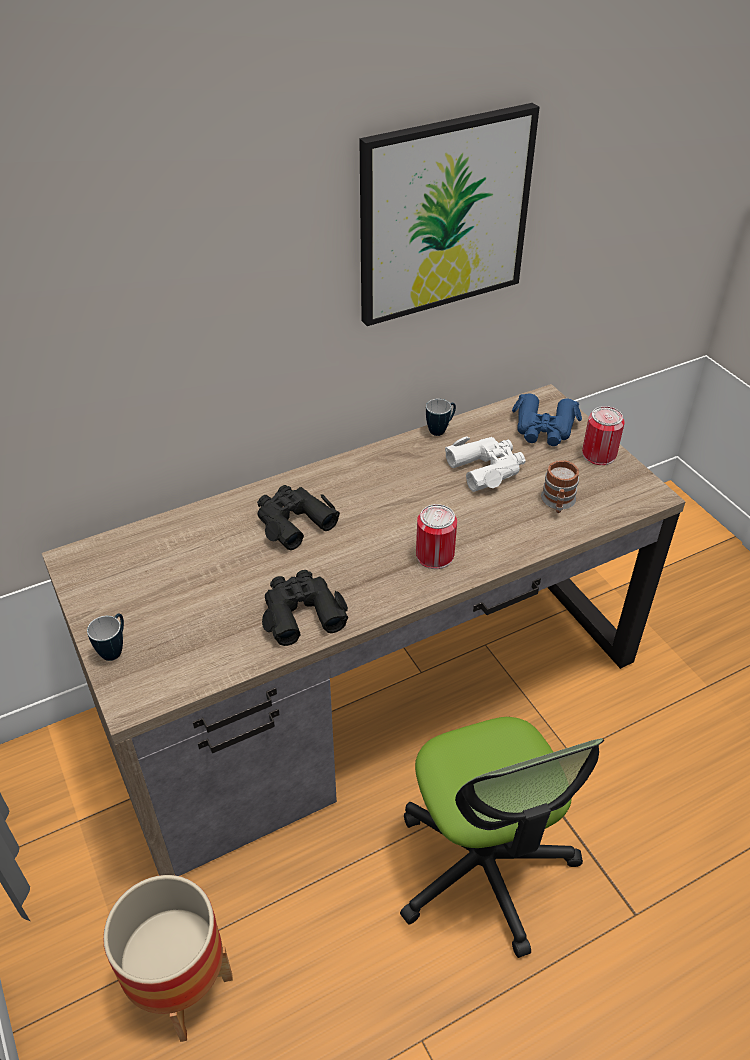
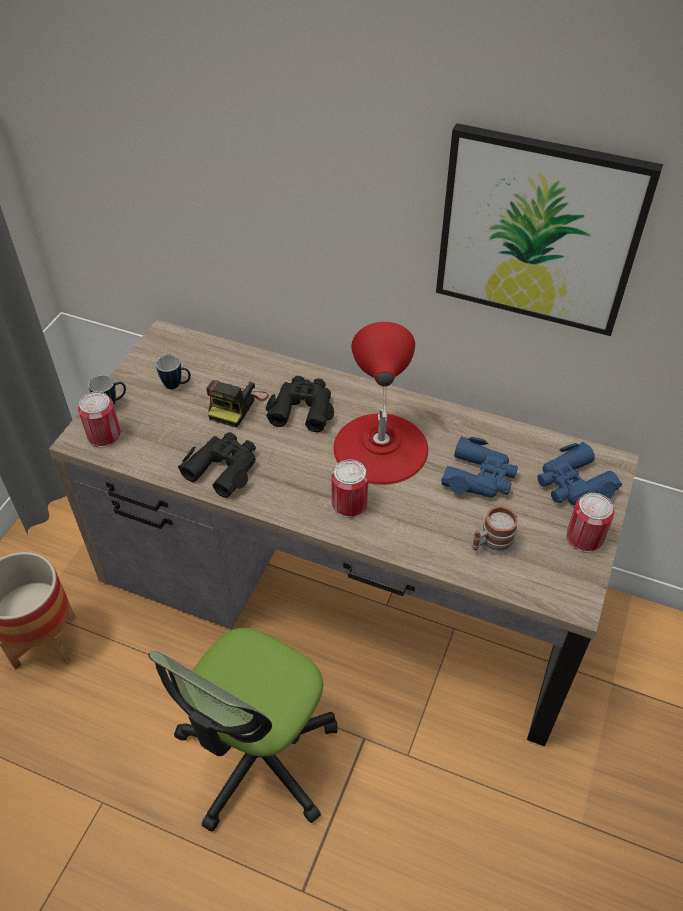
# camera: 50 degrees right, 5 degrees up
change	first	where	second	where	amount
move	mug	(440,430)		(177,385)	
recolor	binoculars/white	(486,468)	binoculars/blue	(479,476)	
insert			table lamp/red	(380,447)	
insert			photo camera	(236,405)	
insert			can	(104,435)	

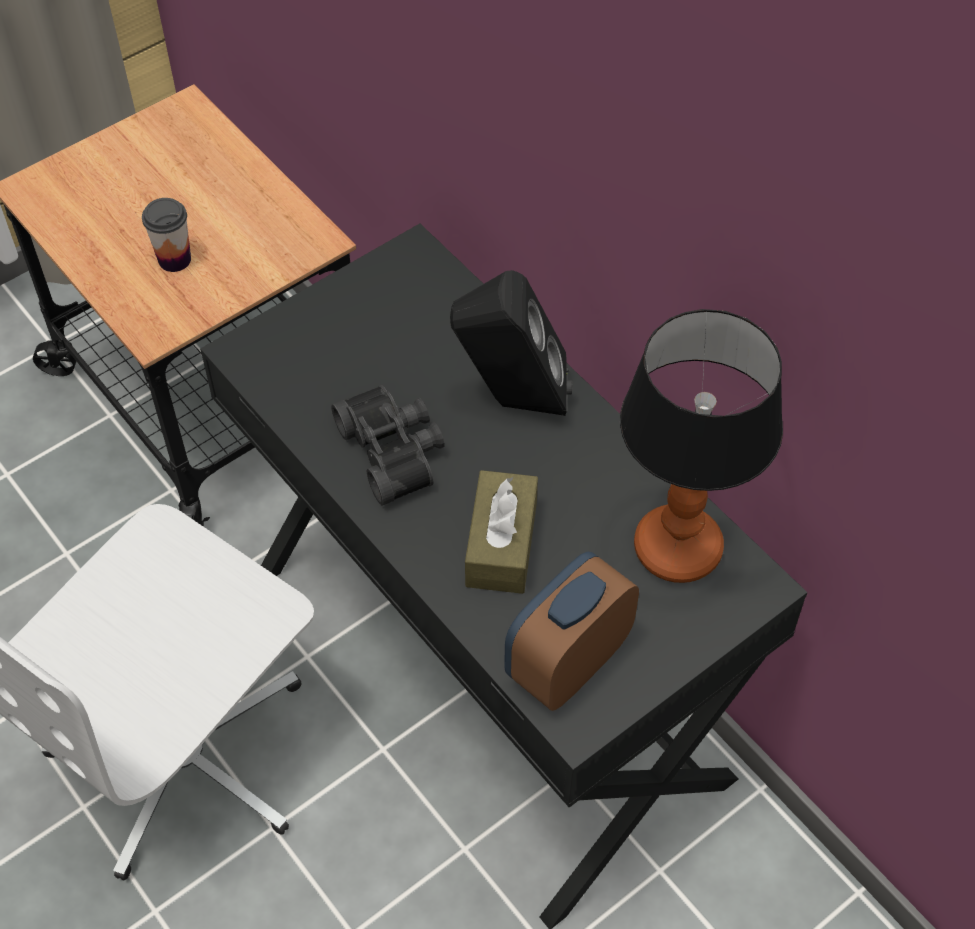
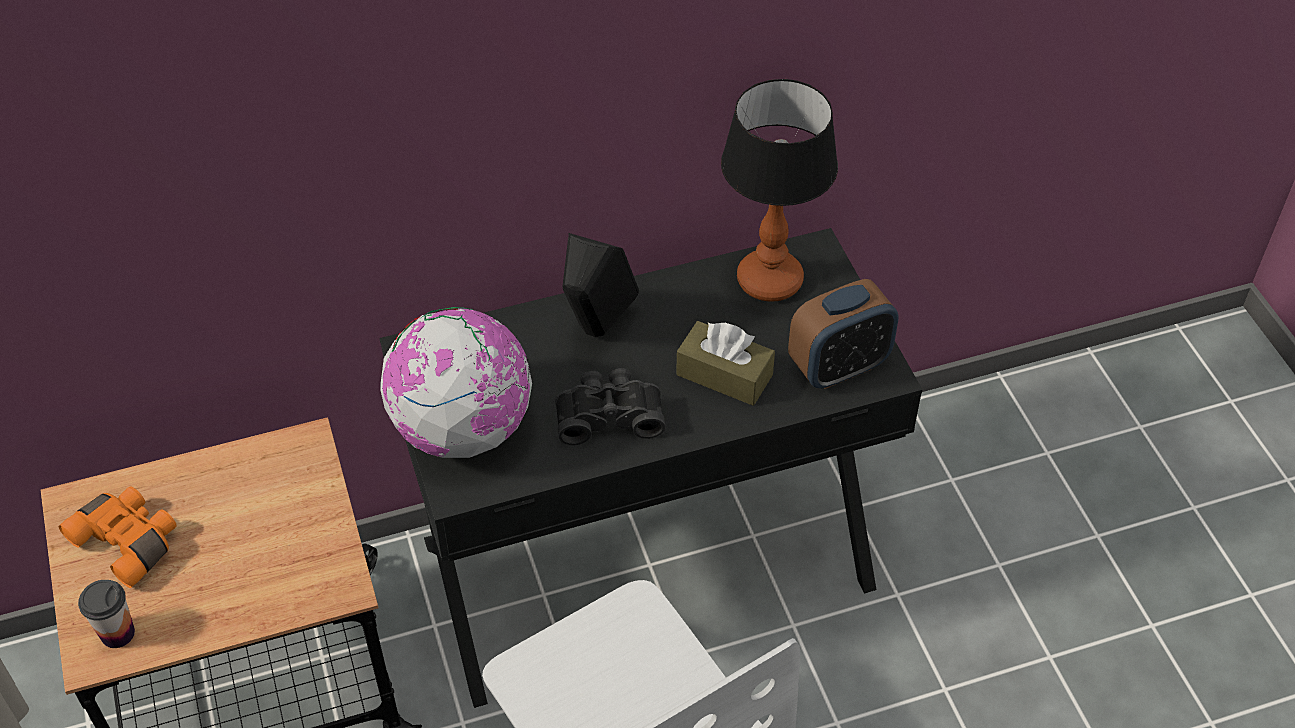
# camera: 70 degrees left, 5 degrees down
change	first	where	second	where	amount
move	cup	(174,259)		(117,633)	
rotate	alarm clock	(567,662)		(838,367)	90 degrees counterclockwise
insert			globe	(463,429)	
insert			binoculars/orange	(129,541)	

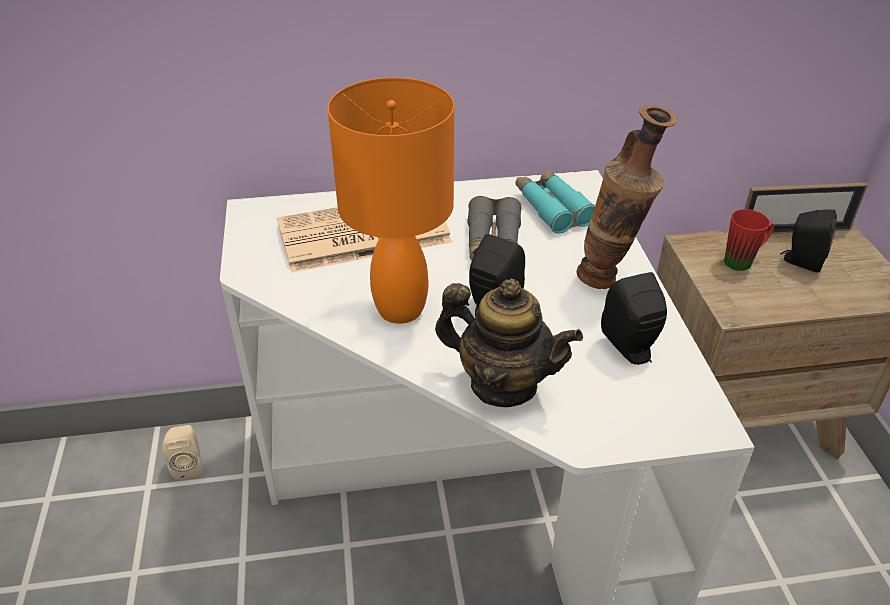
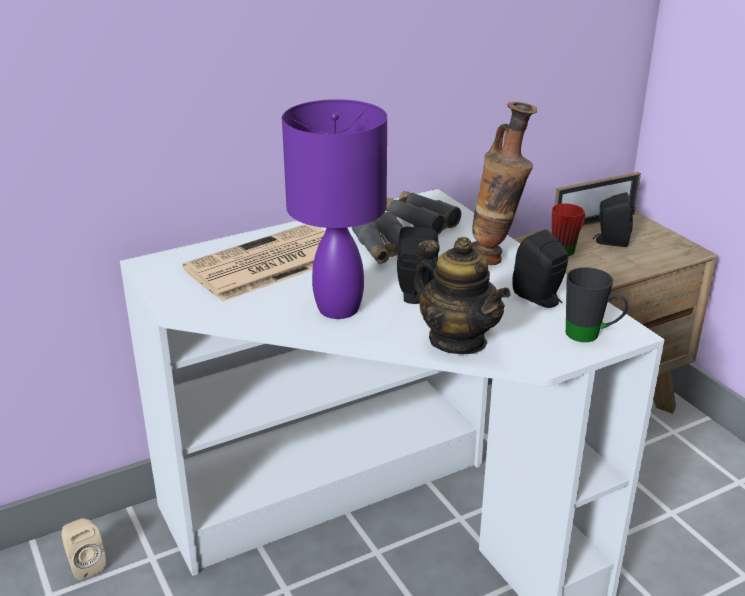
# camera: 20 degrees left, 10 degrees down
change	first	where	second	where	amount
recolor	table lamp/orange	(400,310)	table lamp/purple	(338,309)	
recolor	binoculars/turquoise	(552,208)	binoculars/grey	(418,220)	
rotate	teapot	(503,384)		(457,340)	45 degrees clockwise
insert			mug/black	(591,336)	

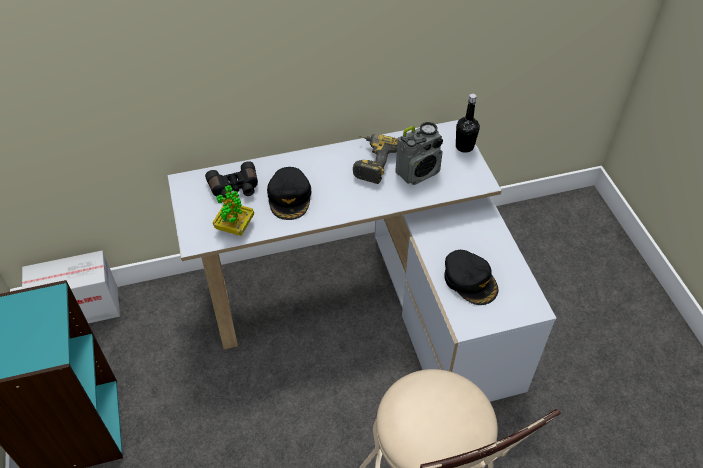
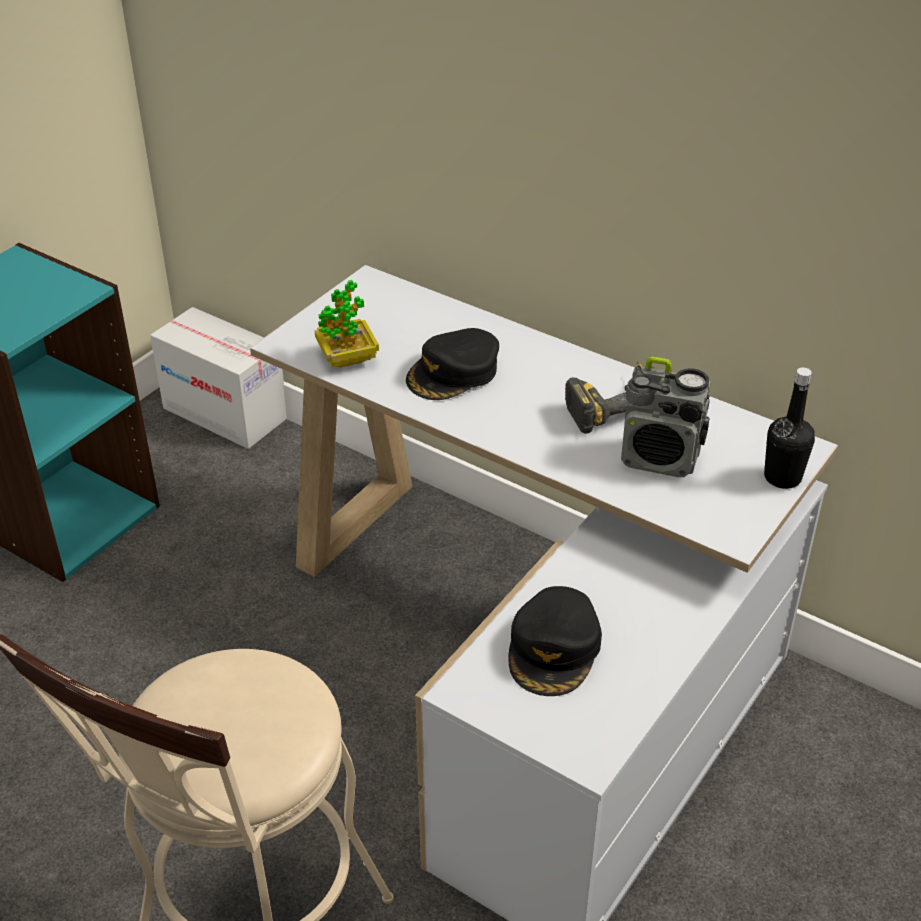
# camera: 50 degrees right, 10 degrees down
change	first	where	second	where	amount
delete	binoculars/black	(234,189)			

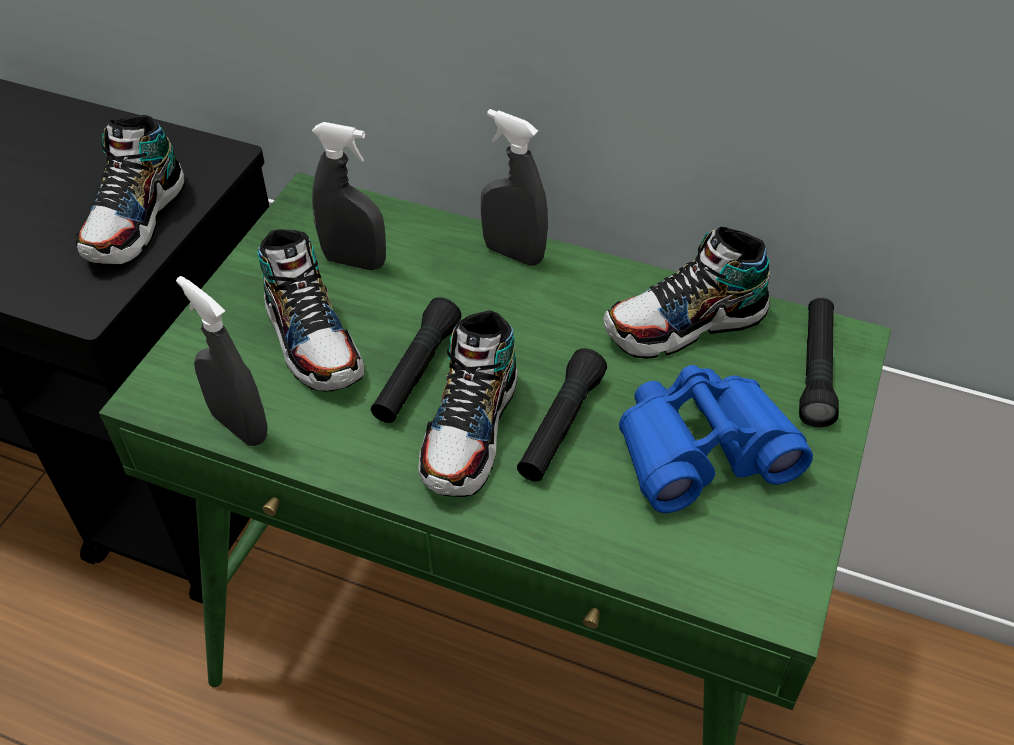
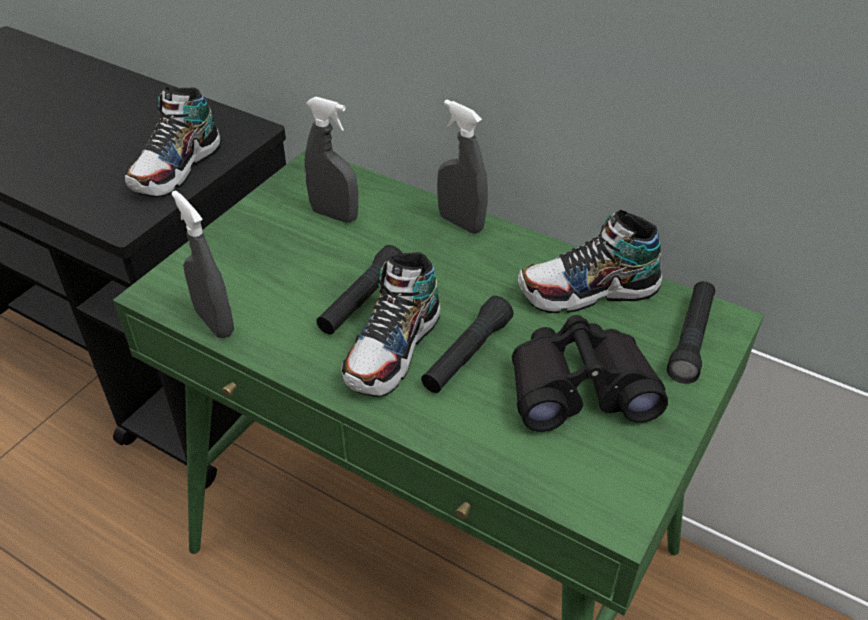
# camera: 10 degrees right, 5 degrees down
change	first	where	second	where	amount
delete	shoe	(313,340)			
recolor	binoculars/blue	(702,450)	binoculars/black	(579,388)	

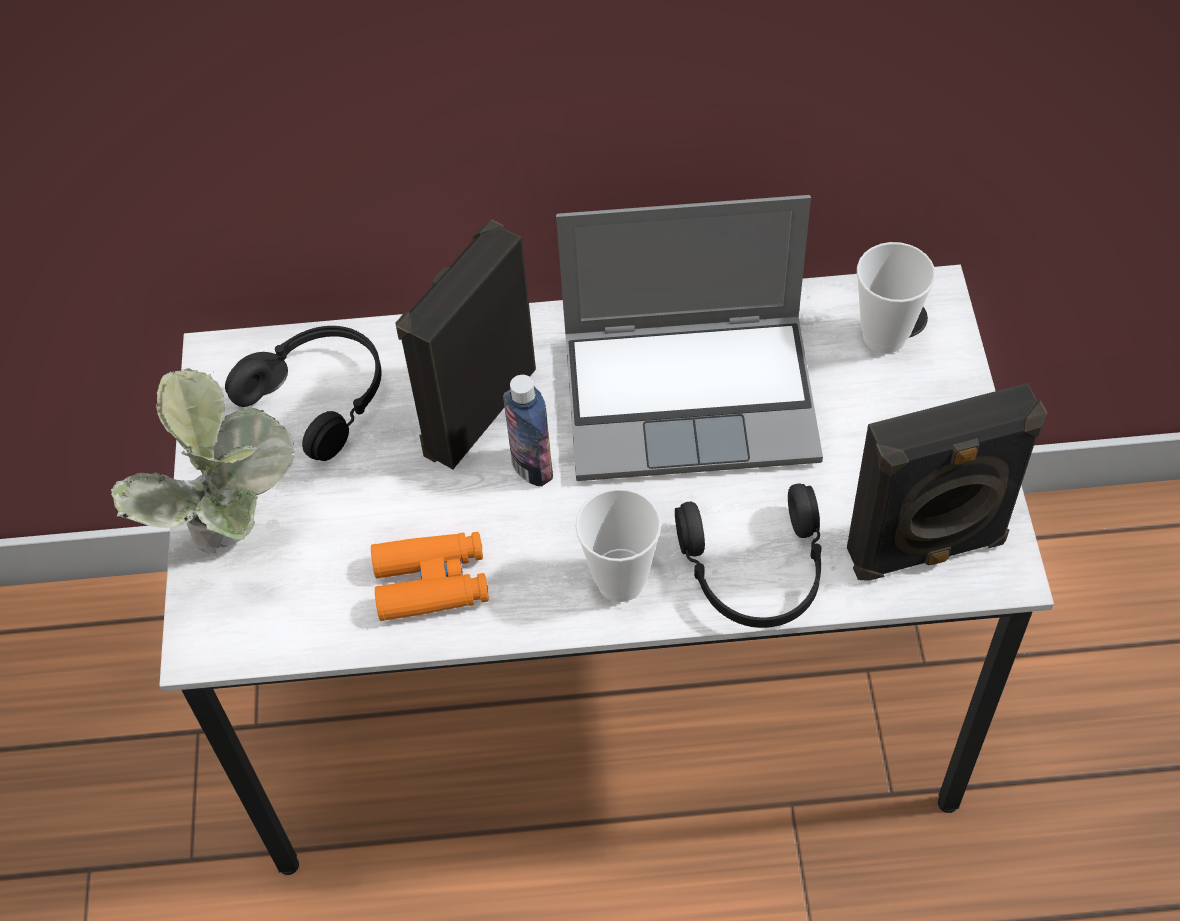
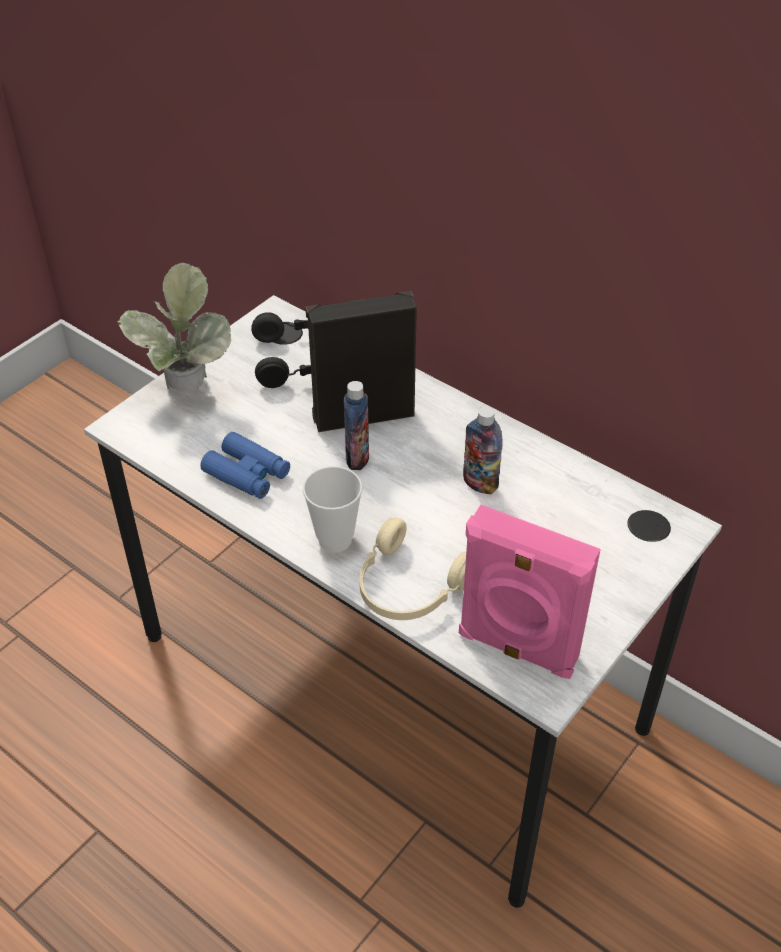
# camera: 40 degrees right, 10 degrees down
change	first	where	second	where	amount
replace	laptop	(693,396)	bottle	(480,483)	
delete	cup	(884,336)			
recolor	speaker/black	(928,550)	speaker/pink	(516,649)	
recolor	headphones/black	(755,572)	headphones/beige	(408,587)	
recolor	binoculars/orange	(432,582)	binoculars/blue	(247,473)	

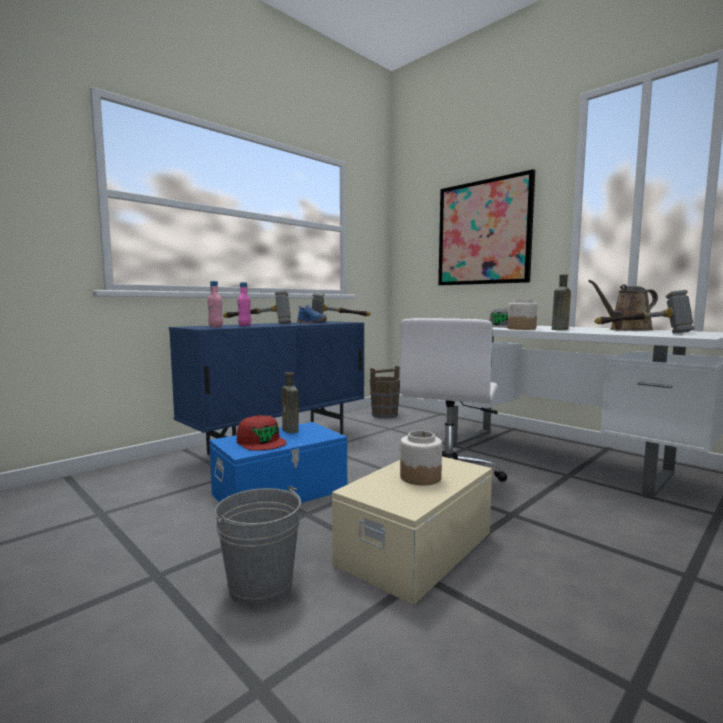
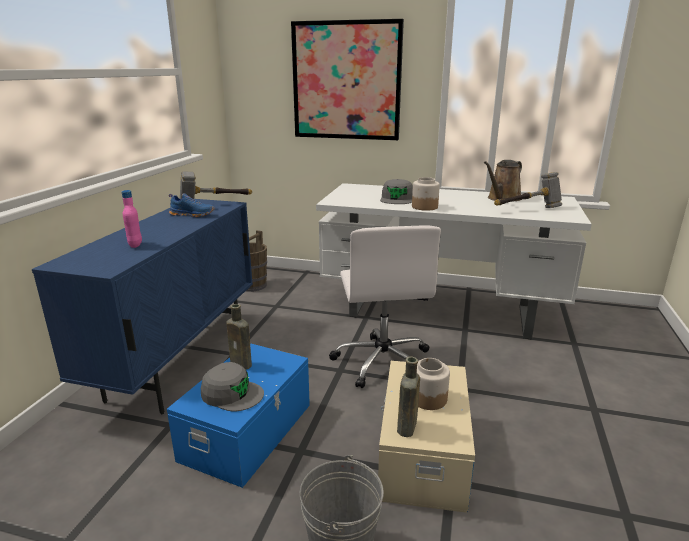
# camera: 30 degrees left, 15 degrees up
change	first	where	second	where	amount
move	bottle/brown	(559,329)		(406,429)	
delete	bottle/pink	(215,327)			
delete	hammer	(260,324)			
recolor	cap/red	(261,442)	cap/grey	(232,393)	

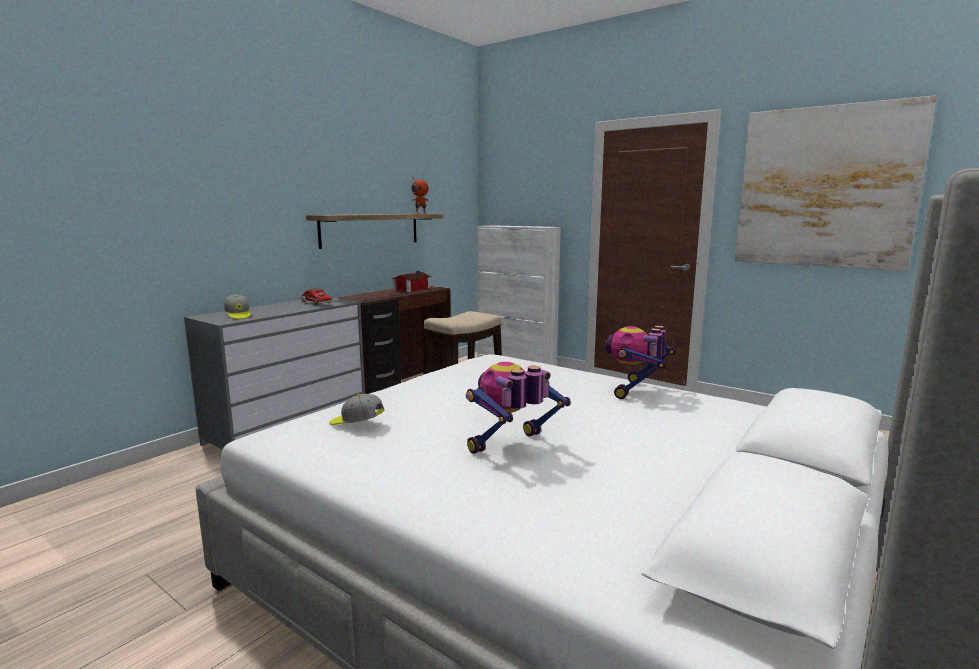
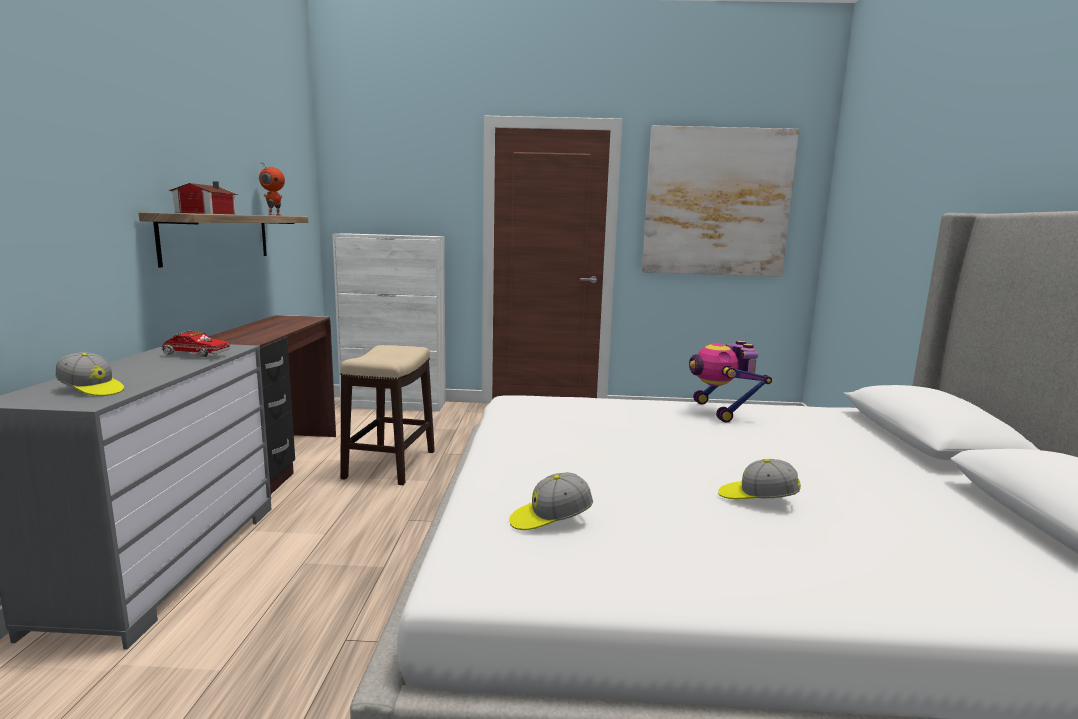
# camera: 35 degrees left, 0 degrees up
change	first	where	second	where	amount
move	toy house	(410,289)		(204,213)	
replace	toy robot	(511,447)	cap	(757,498)	

